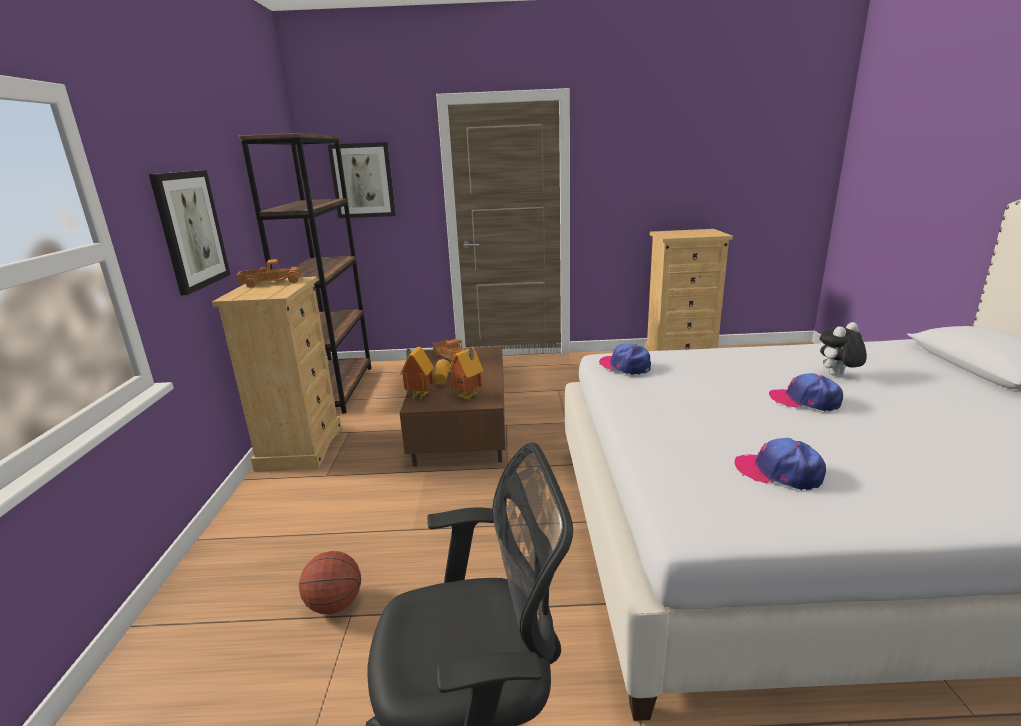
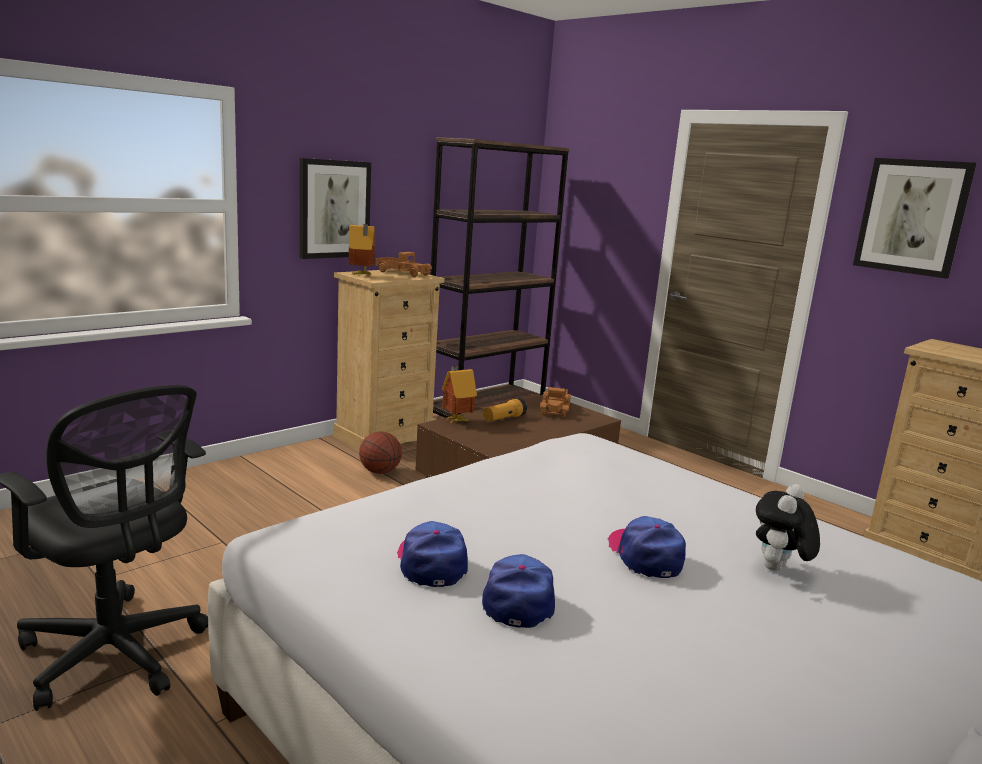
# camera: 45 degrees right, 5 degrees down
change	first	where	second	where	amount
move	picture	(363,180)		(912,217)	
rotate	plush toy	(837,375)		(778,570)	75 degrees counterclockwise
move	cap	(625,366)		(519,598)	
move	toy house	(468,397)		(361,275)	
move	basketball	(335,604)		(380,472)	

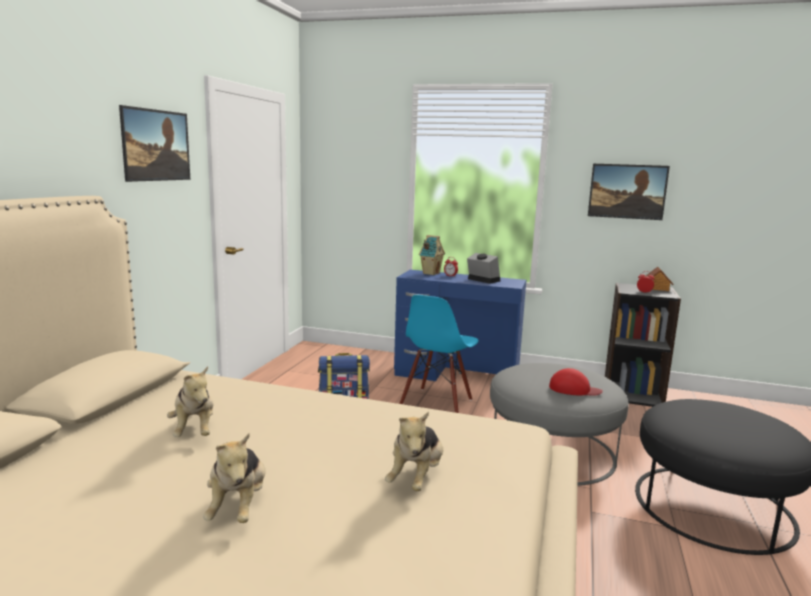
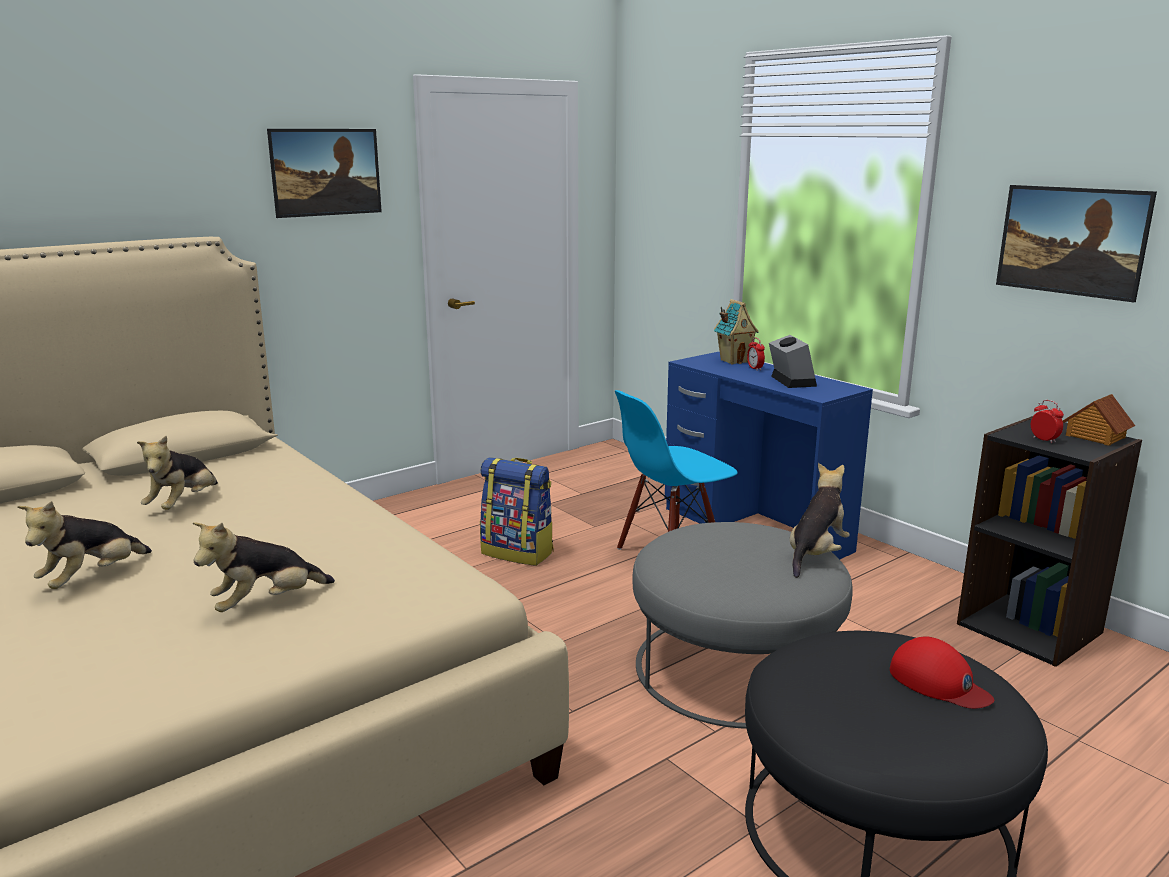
# camera: 35 degrees right, 5 degrees up
change	first	where	second	where	amount
move	cap/red	(574,389)		(938,682)	
insert			plush toy	(816,554)	

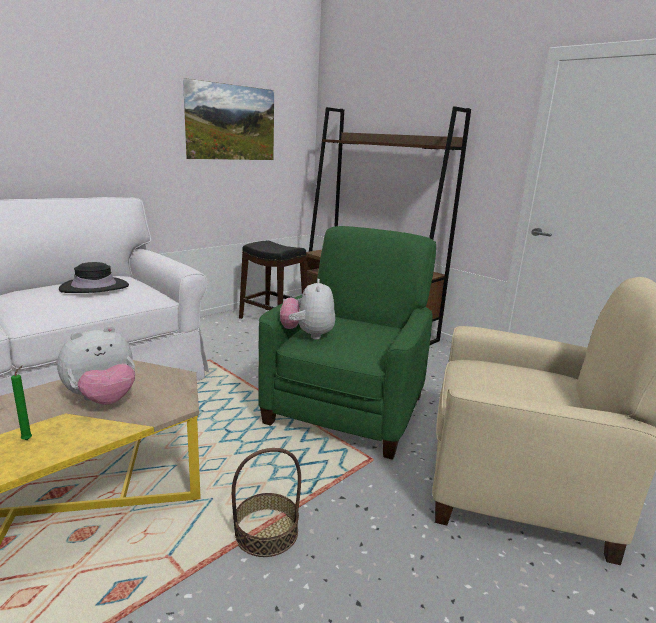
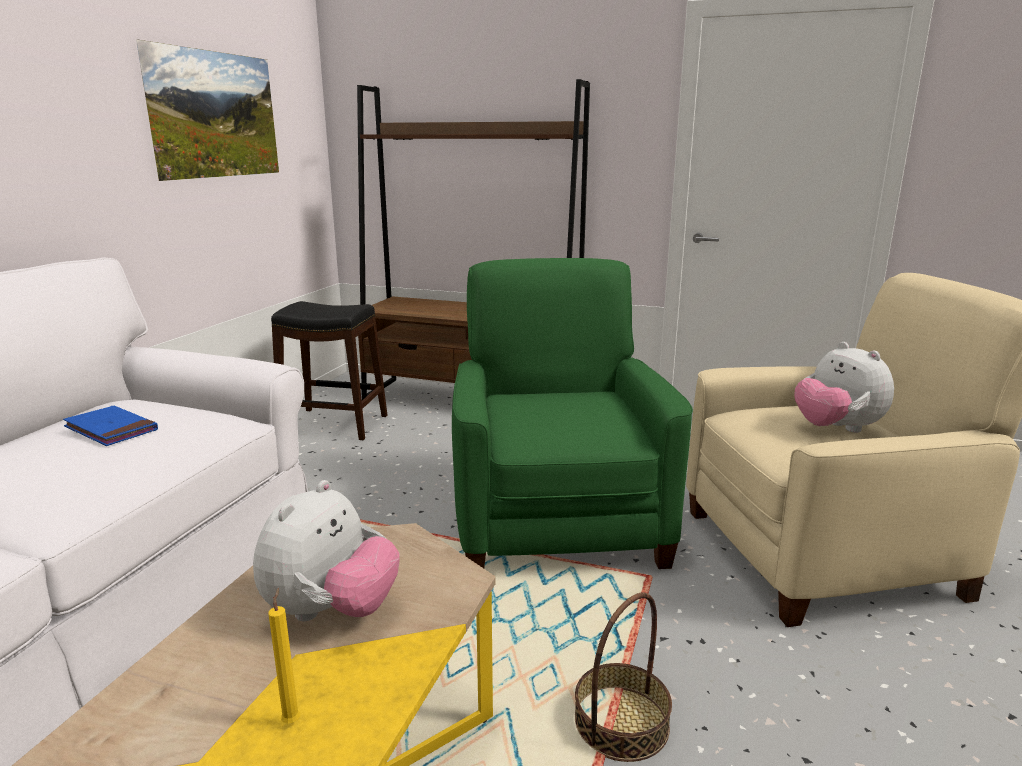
# camera: 25 degrees left, 0 degrees up
change	first	where	second	where	amount
replace	hat/black	(94,287)	book/blue	(111,429)	
move	plush toy	(308,335)		(836,429)	
recolor	candle/green	(28,439)	candle/yellow	(292,720)	

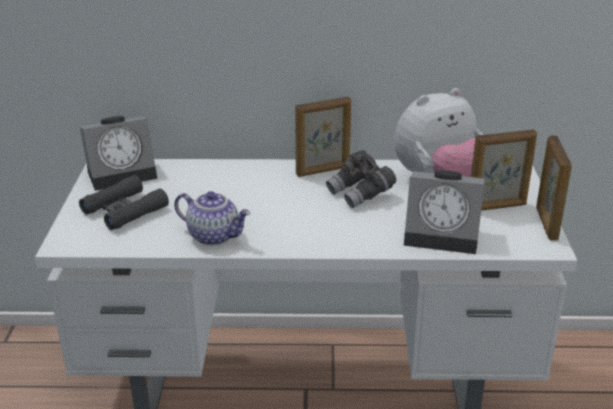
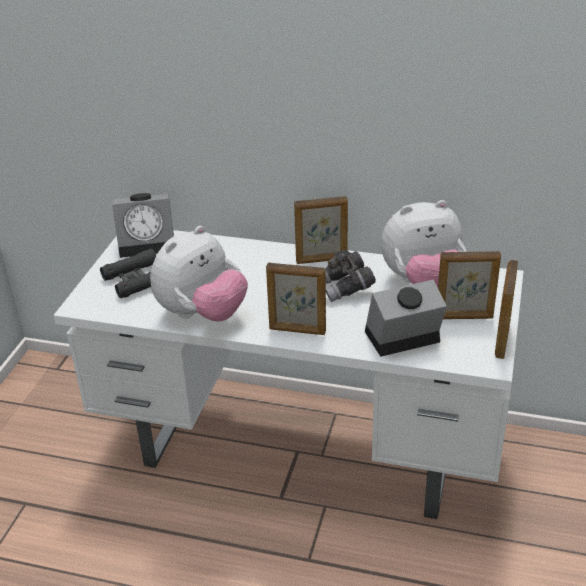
# camera: 15 degrees right, 5 degrees up
change	first	where	second	where	amount
rotate	alarm clock	(444,235)		(401,339)	135 degrees clockwise
replace	teapot	(215,236)	plush toy	(202,314)	
insert			picture frame	(297,330)	

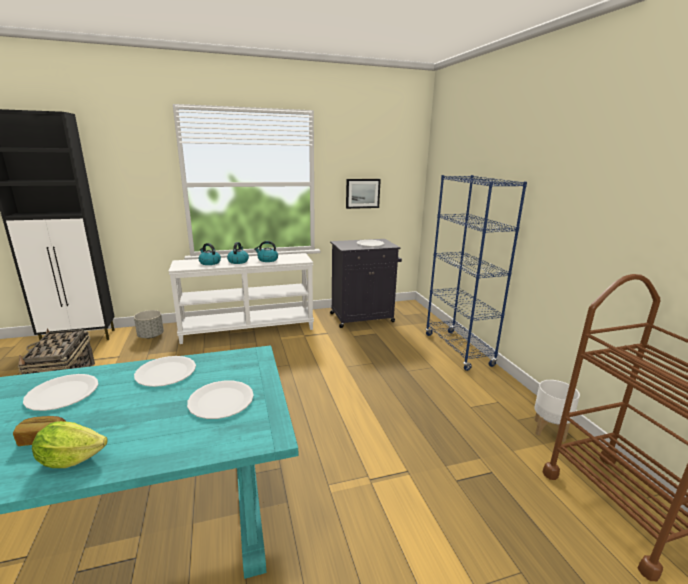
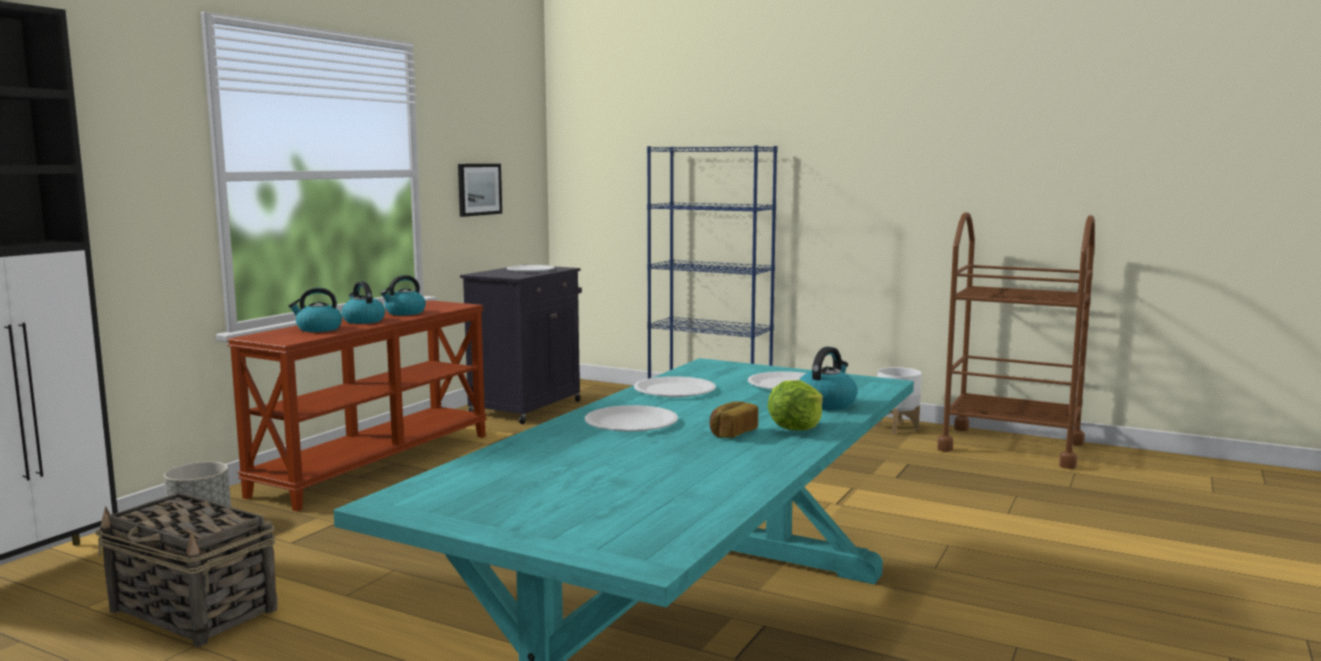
# camera: 45 degrees left, 10 degrees down
change	first	where	second	where	amount
recolor	console table/white	(248,328)	console table/brown	(375,463)	
insert			kettle	(826,403)	

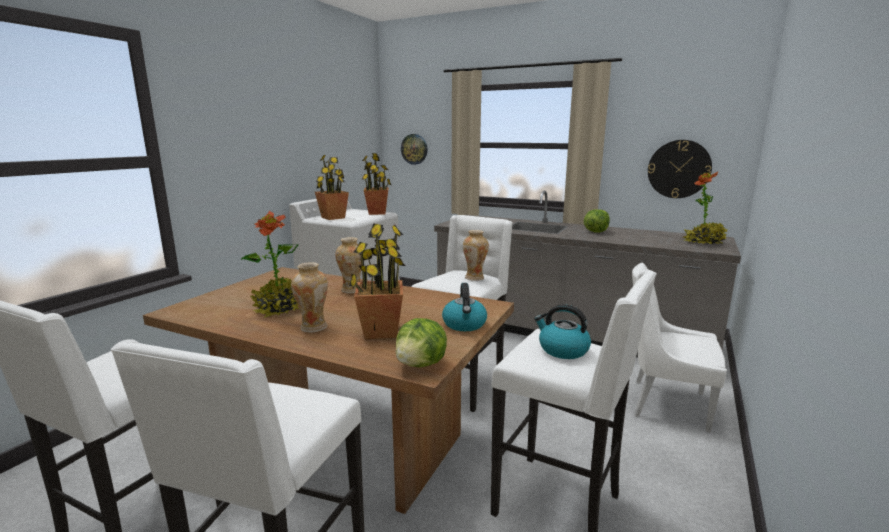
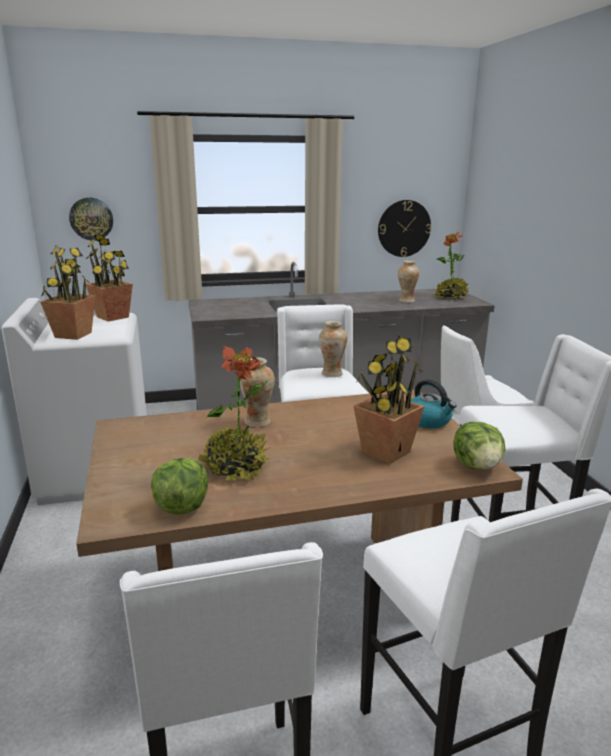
# camera: 40 degrees left, 5 degrees up
change	first	where	second	where	amount
move	lettuce	(595,232)		(182,506)	
move	vase	(313,327)		(406,300)	
delete	kettle	(562,350)			

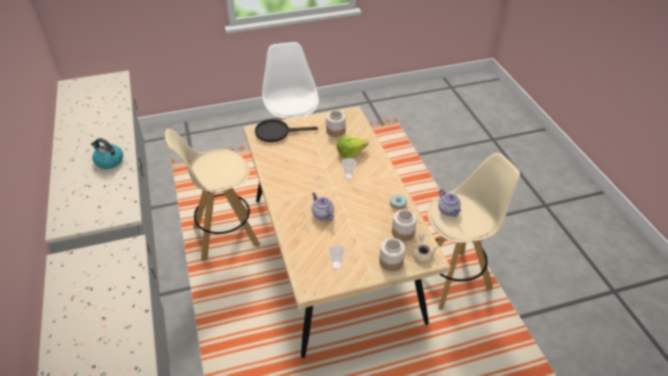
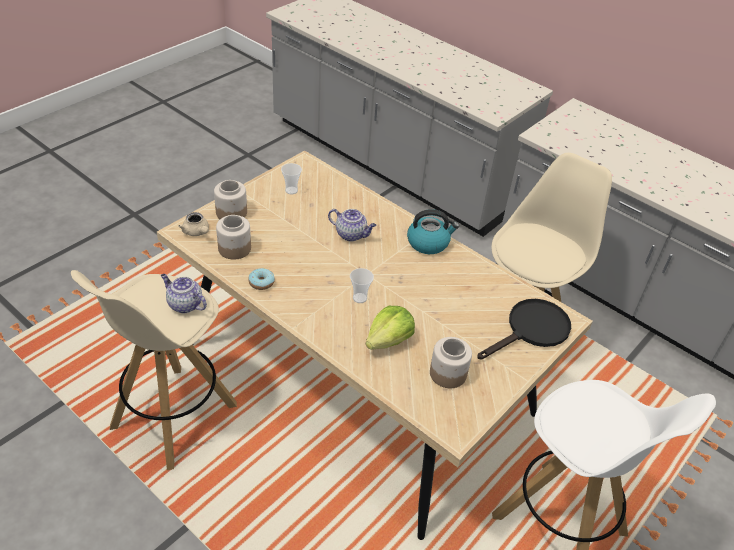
# camera: 145 degrees right, 0 degrees up
change	first	where	second	where	amount
move	kettle	(109,161)		(428,243)	

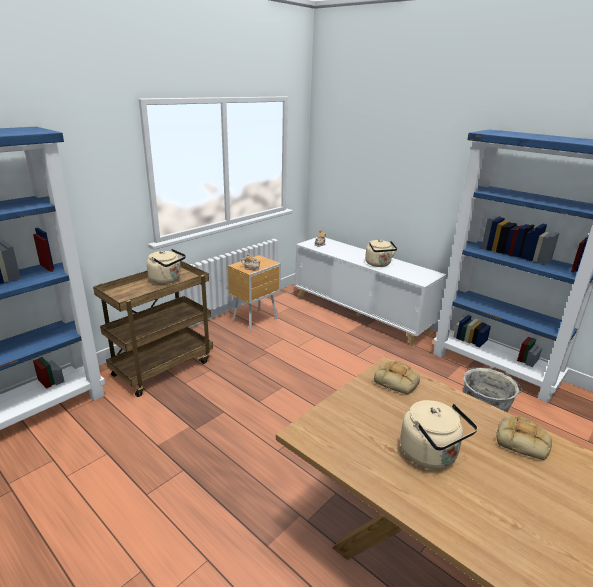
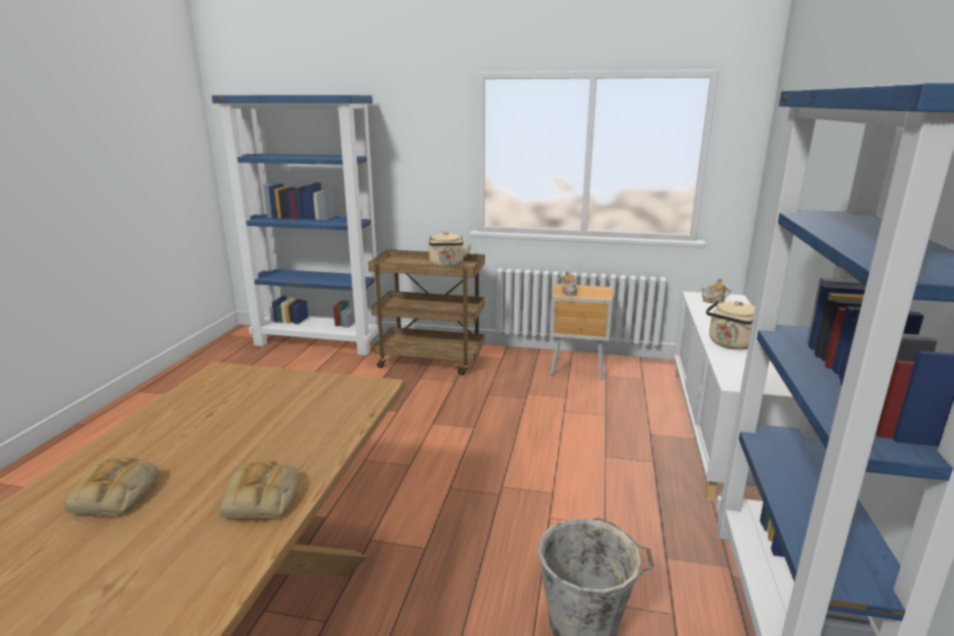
# camera: 60 degrees right, 5 degrees down
change	first	where	second	where	amount
move	bread	(397,381)		(116,495)	
delete	kettle/beige	(431,455)			

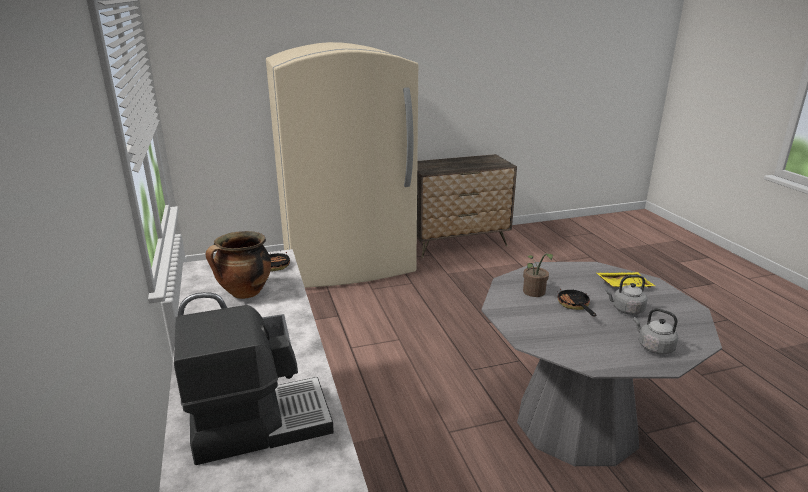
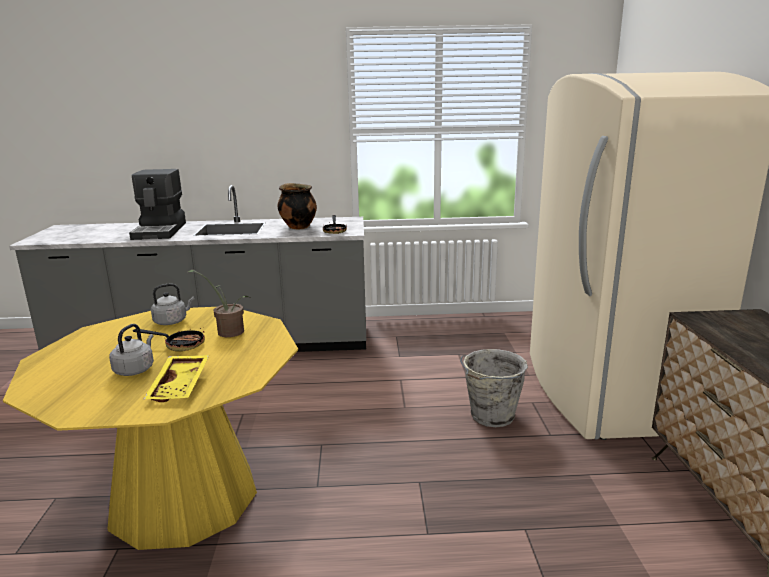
# camera: 105 degrees right, 5 degrees down
change	first	where	second	where	amount
recolor	dining table/grey	(576,422)	dining table/yellow	(184,496)	
move	kettle/grey	(653,347)		(172,321)	
insert			bucket/grey	(491,416)	

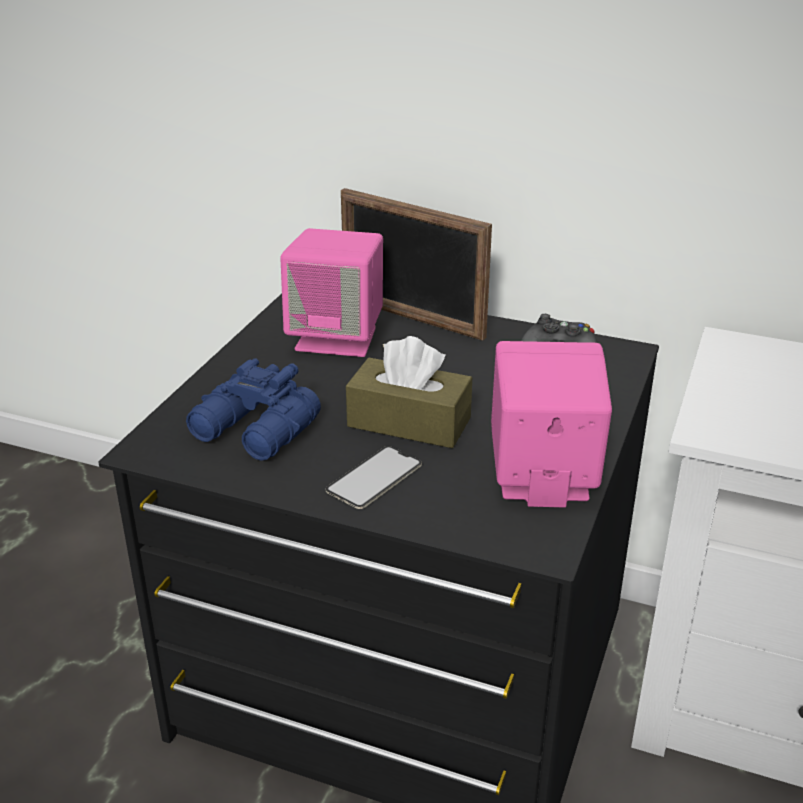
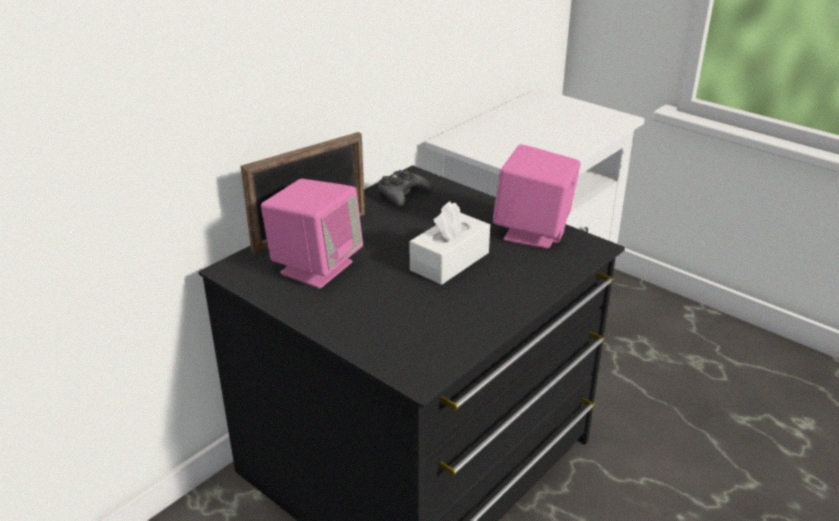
# camera: 70 degrees left, 0 degrees up
change	first	where	second	where	amount
recolor	tissue box/brown	(409,422)	tissue box/white	(449,261)	
delete	binoculars/blue	(256,432)			
delete	phone	(374,478)			

